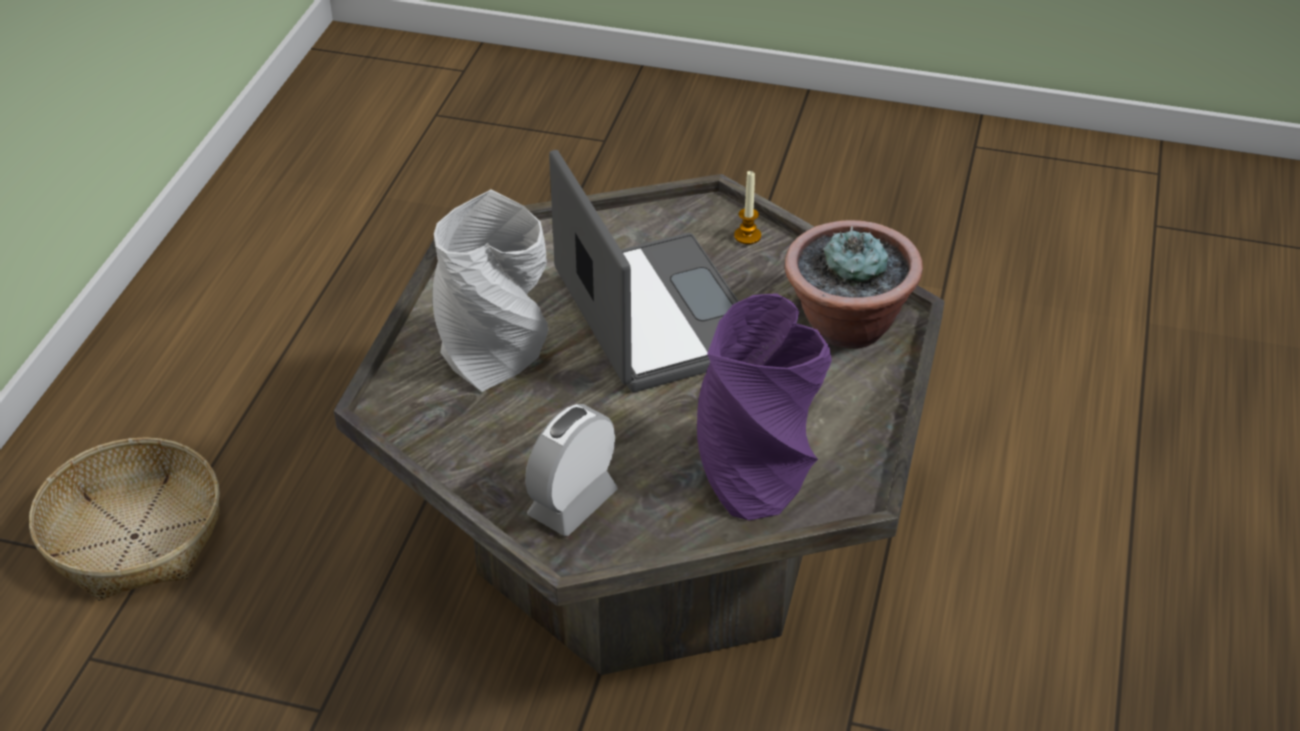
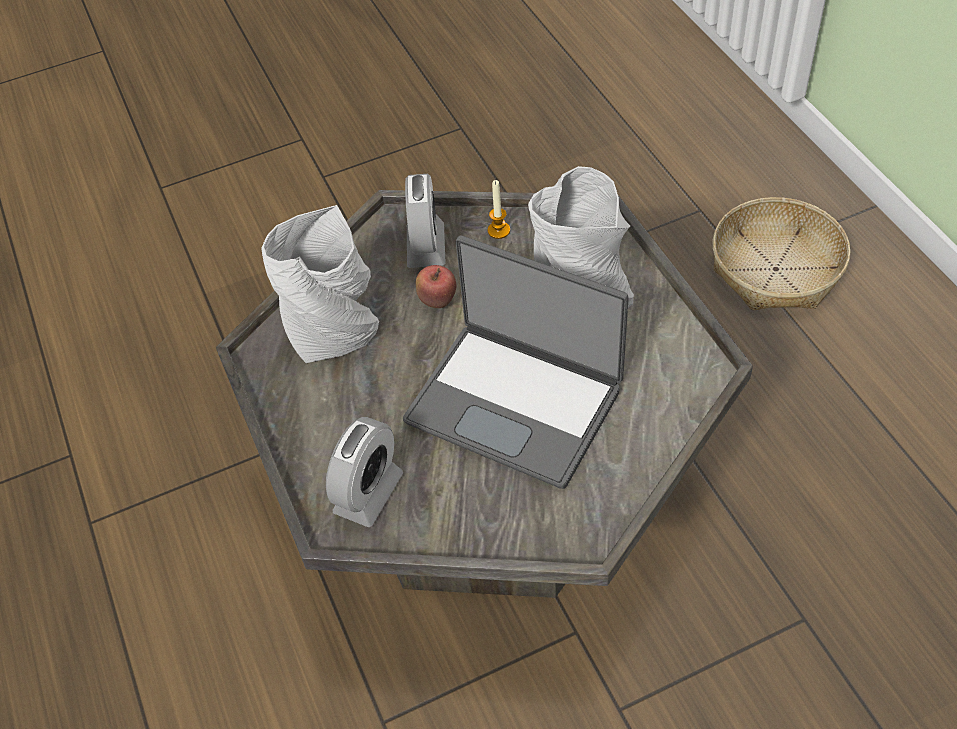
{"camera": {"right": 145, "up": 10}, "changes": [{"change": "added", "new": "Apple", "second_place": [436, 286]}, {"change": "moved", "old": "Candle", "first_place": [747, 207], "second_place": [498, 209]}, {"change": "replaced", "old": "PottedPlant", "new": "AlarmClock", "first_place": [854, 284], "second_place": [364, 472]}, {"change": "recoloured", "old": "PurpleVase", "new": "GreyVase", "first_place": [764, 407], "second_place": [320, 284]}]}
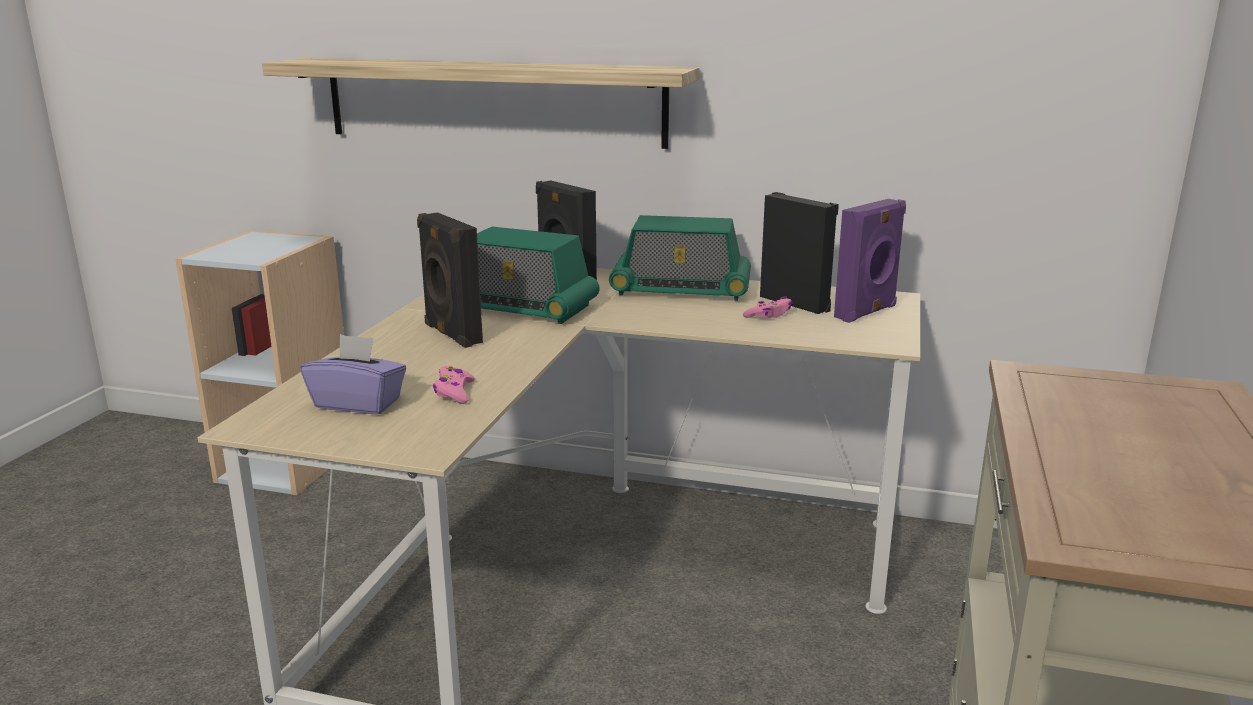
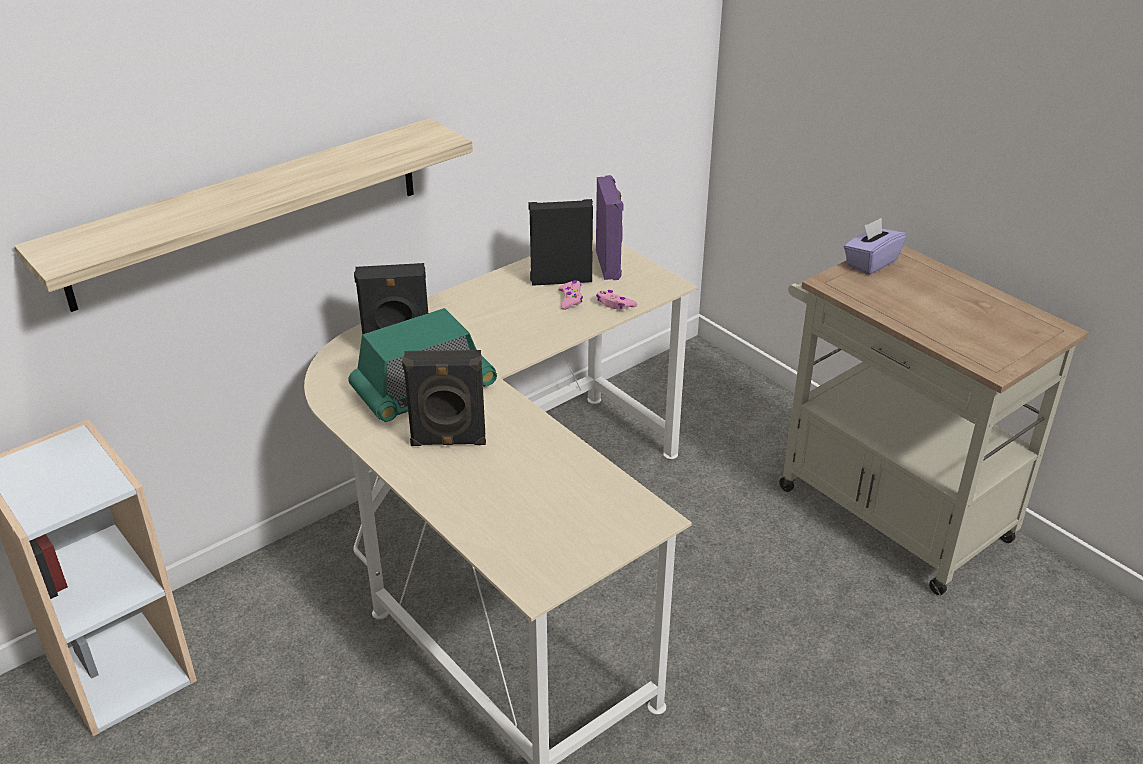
{"camera": {"right": -55, "up": 15}, "changes": [{"change": "removed", "old": "Radio", "first_place": [680, 258]}, {"change": "moved", "old": "PurpleTissueBox", "first_place": [353, 374], "second_place": [875, 246]}, {"change": "moved", "old": "PinkGameController", "first_place": [454, 385], "second_place": [616, 299]}]}
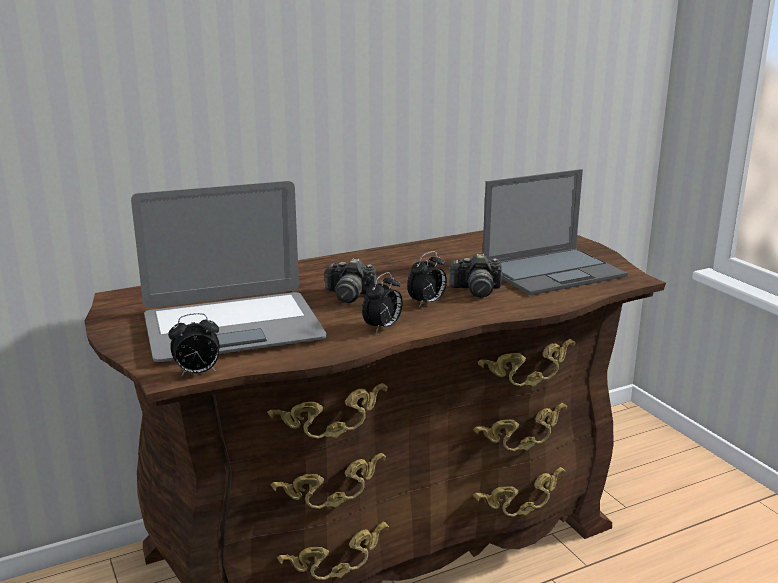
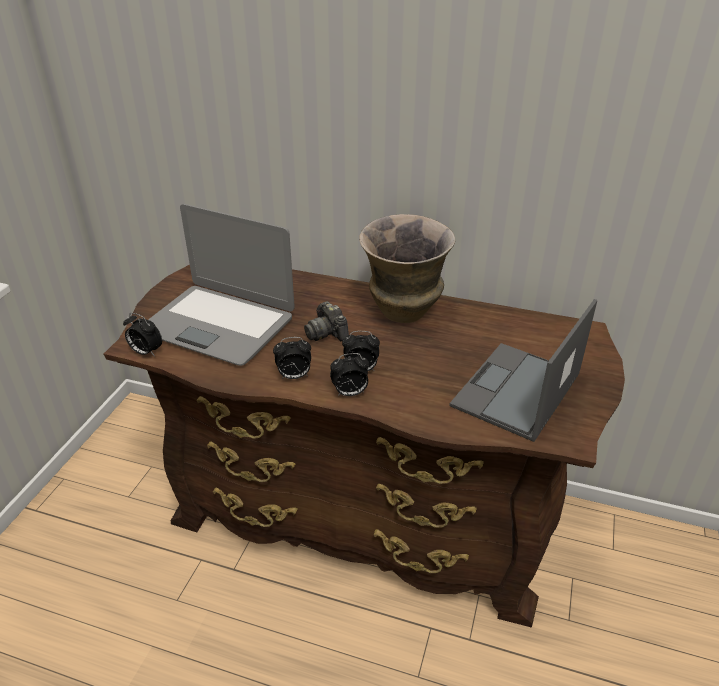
{"camera": {"right": 45, "up": 15}, "changes": [{"change": "removed", "old": "PhotoCamera", "first_place": [475, 275]}, {"change": "added", "new": "AlarmClock", "second_place": [349, 374]}, {"change": "added", "new": "Vase", "second_place": [407, 268]}, {"change": "turned", "old": "Laptop", "first_place": [555, 232], "second_place": [523, 370], "degrees": 105}]}
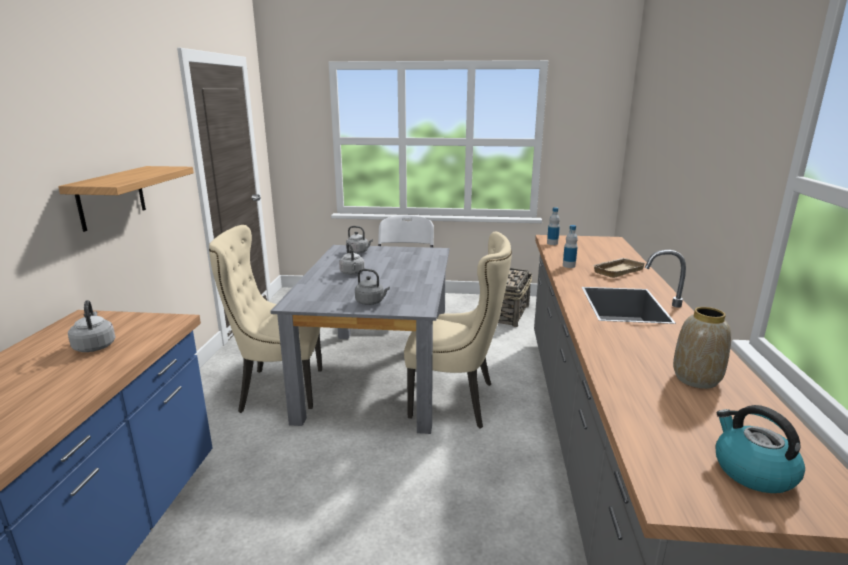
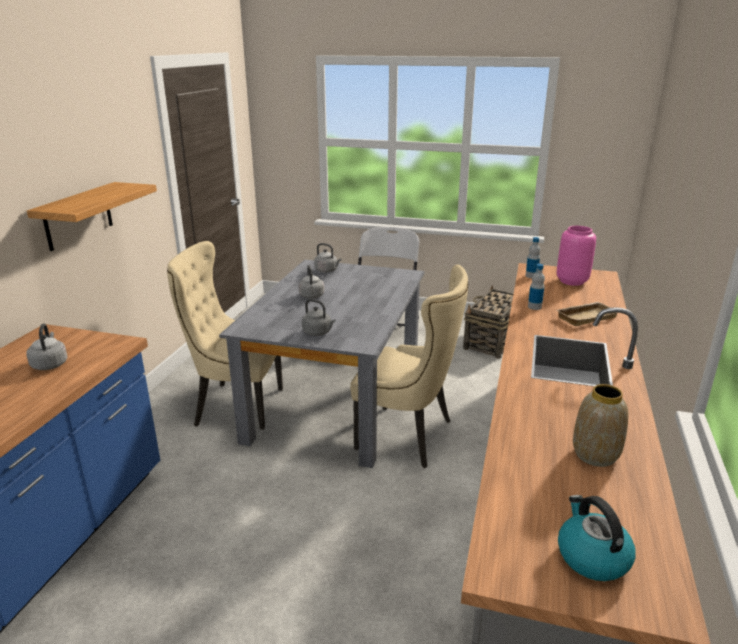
{"camera": {"right": 10, "up": 5}, "changes": [{"change": "added", "new": "PinkVase", "second_place": [576, 256]}]}
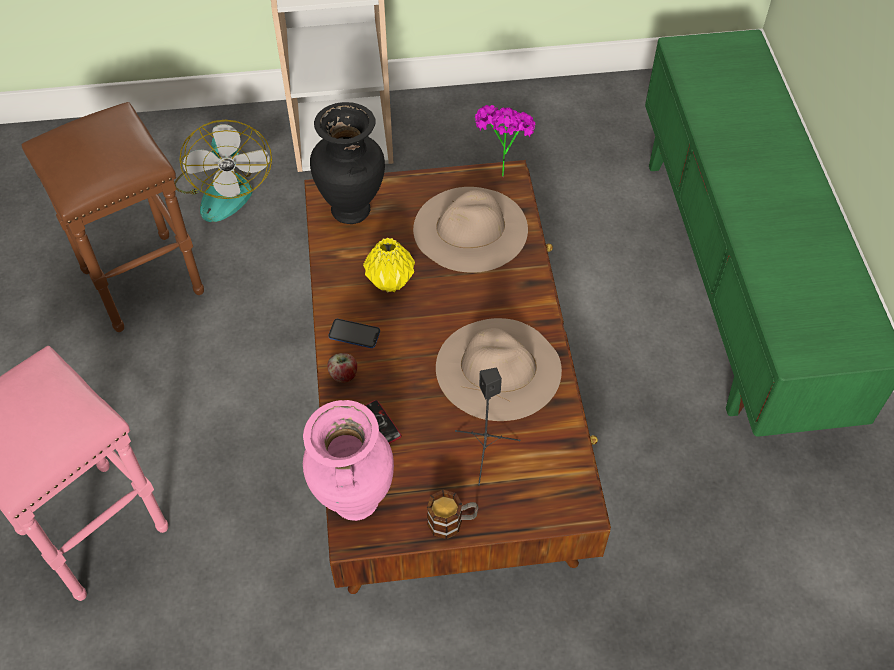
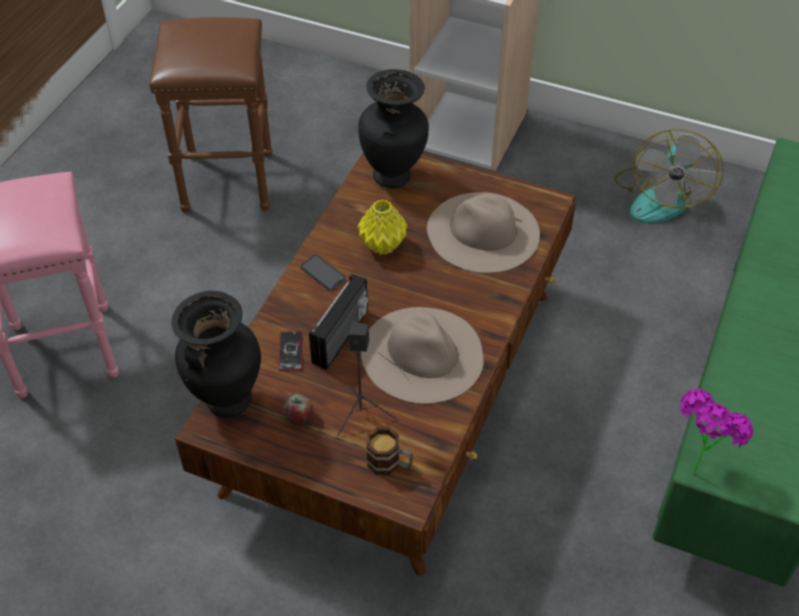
{"camera": {"right": 30, "up": -5}, "changes": [{"change": "added", "new": "Radio", "second_place": [338, 322]}, {"change": "moved", "old": "Fan", "first_place": [223, 171], "second_place": [669, 176]}, {"change": "moved", "old": "Apple", "first_place": [342, 368], "second_place": [298, 409]}, {"change": "moved", "old": "Mug", "first_place": [452, 514], "second_place": [389, 451]}, {"change": "moved", "old": "PottedPlant", "first_place": [505, 141], "second_place": [716, 431]}, {"change": "recoloured", "old": "PinkVase", "new": "BlackVase", "first_place": [348, 460], "second_place": [216, 354]}]}
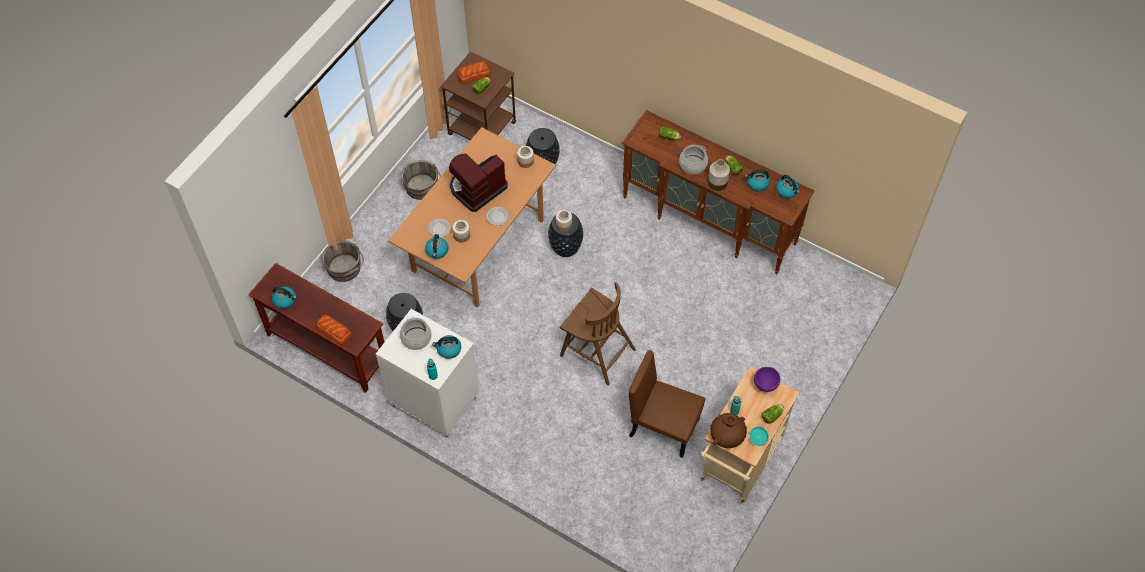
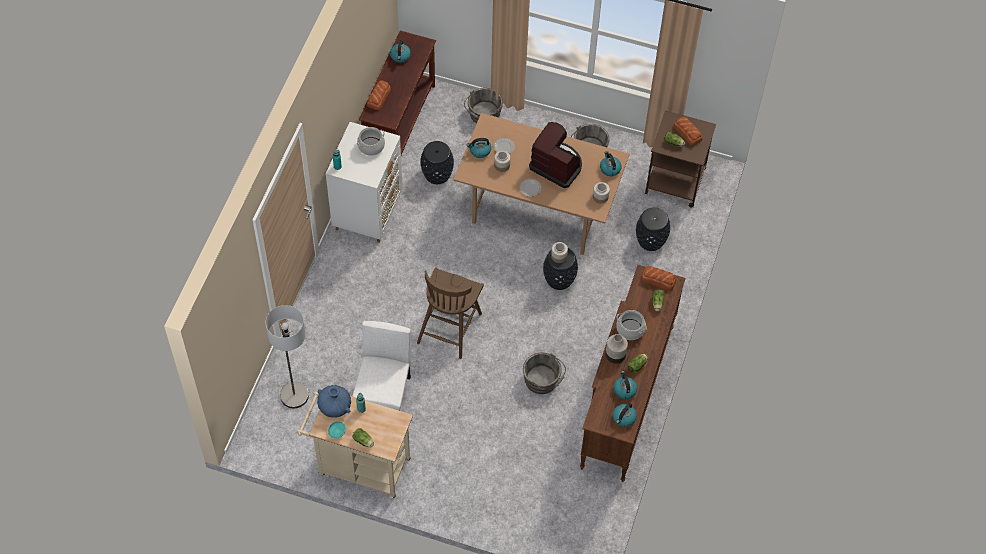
{"camera": {"right": 75, "up": 0}, "changes": [{"change": "removed", "old": "PurpleBowl", "first_place": [767, 379]}, {"change": "added", "new": "GreyFloorLamp", "second_place": [287, 356]}, {"change": "added", "new": "GreyBucket", "second_place": [544, 373]}, {"change": "added", "new": "Bread", "second_place": [658, 278]}, {"change": "moved", "old": "Kettle", "first_place": [446, 347], "second_place": [611, 163]}, {"change": "recoloured", "old": "BrownChair", "new": "WhiteChair", "first_place": [667, 404], "second_place": [382, 366]}, {"change": "recoloured", "old": "BrownVase", "new": "BlueVase", "first_place": [728, 430], "second_place": [334, 401]}]}
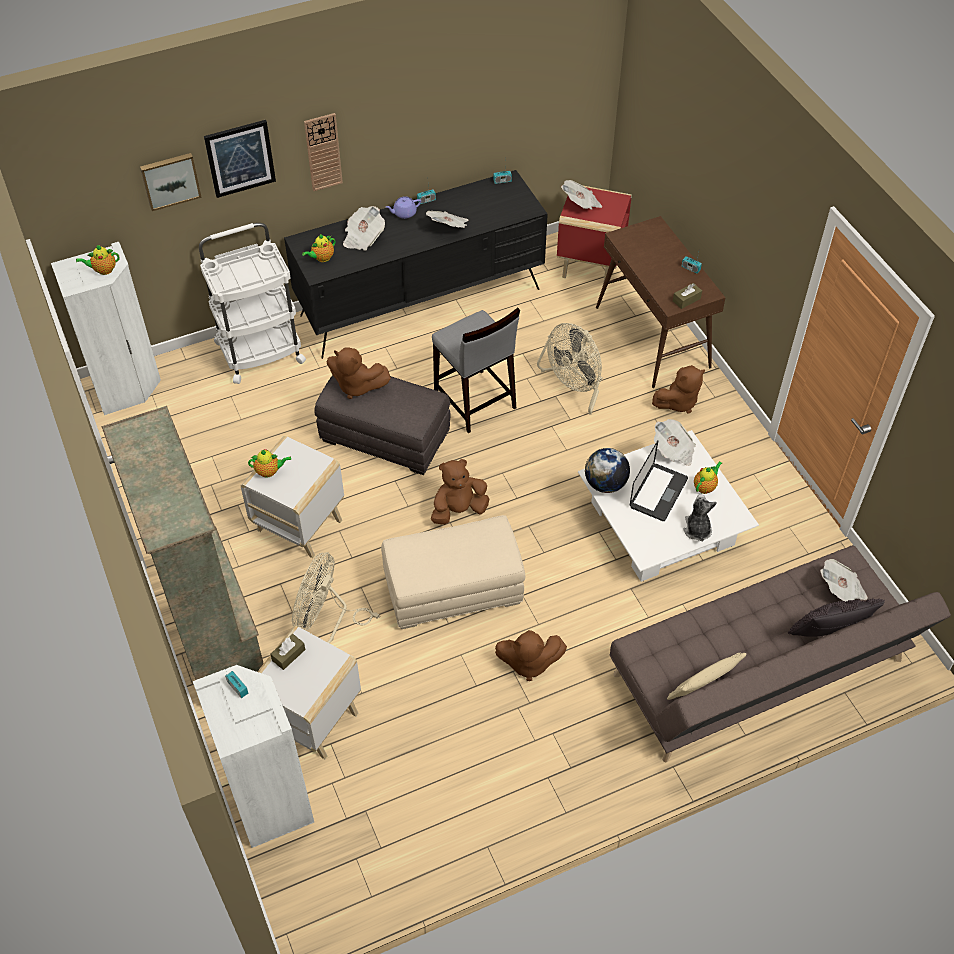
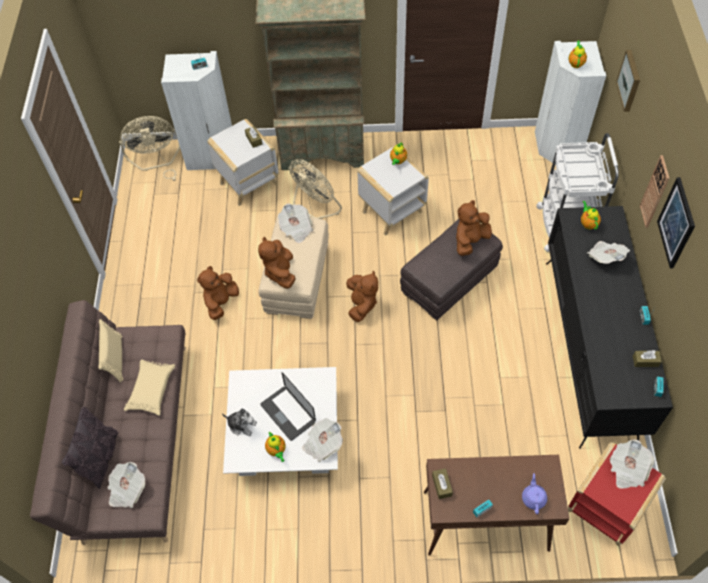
{"camera": {"right": 115, "up": 5}, "changes": [{"change": "removed", "old": "GreyStool", "first_place": [476, 370]}, {"change": "removed", "old": "Globe", "first_place": [607, 470]}, {"change": "added", "new": "BeigePillow", "second_place": [149, 388]}, {"change": "added", "new": "BrownTissueBox", "second_place": [647, 358]}, {"change": "moved", "old": "Picture", "first_place": [240, 159], "second_place": [676, 222]}, {"change": "moved", "old": "PurpleTeapot", "first_place": [403, 207], "second_place": [534, 493]}, {"change": "moved", "old": "Newspaper", "first_place": [447, 219], "second_place": [295, 223]}, {"change": "moved", "old": "BeigeFan", "first_place": [570, 369], "second_place": [149, 148]}, {"change": "moved", "old": "BrownPlushToy", "first_place": [678, 389], "second_place": [277, 263]}]}
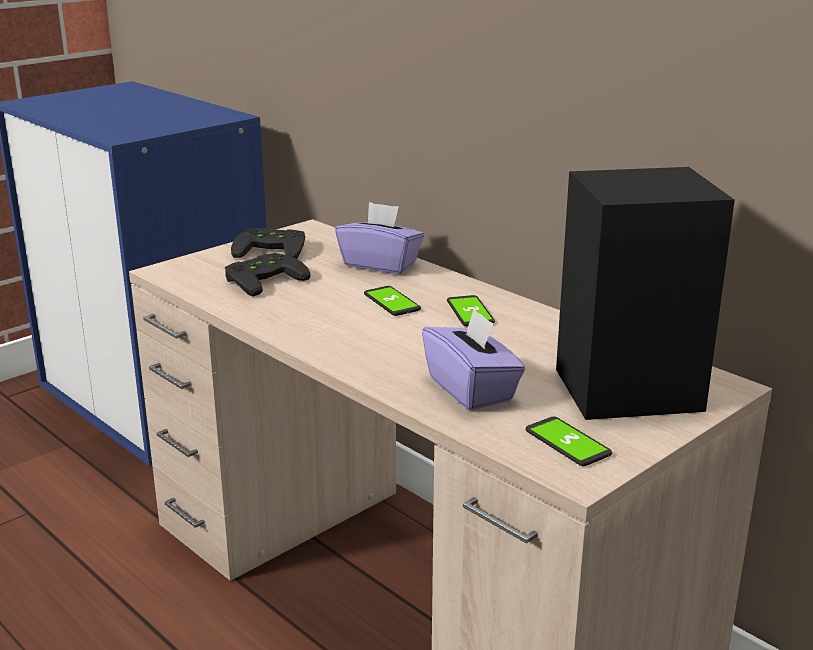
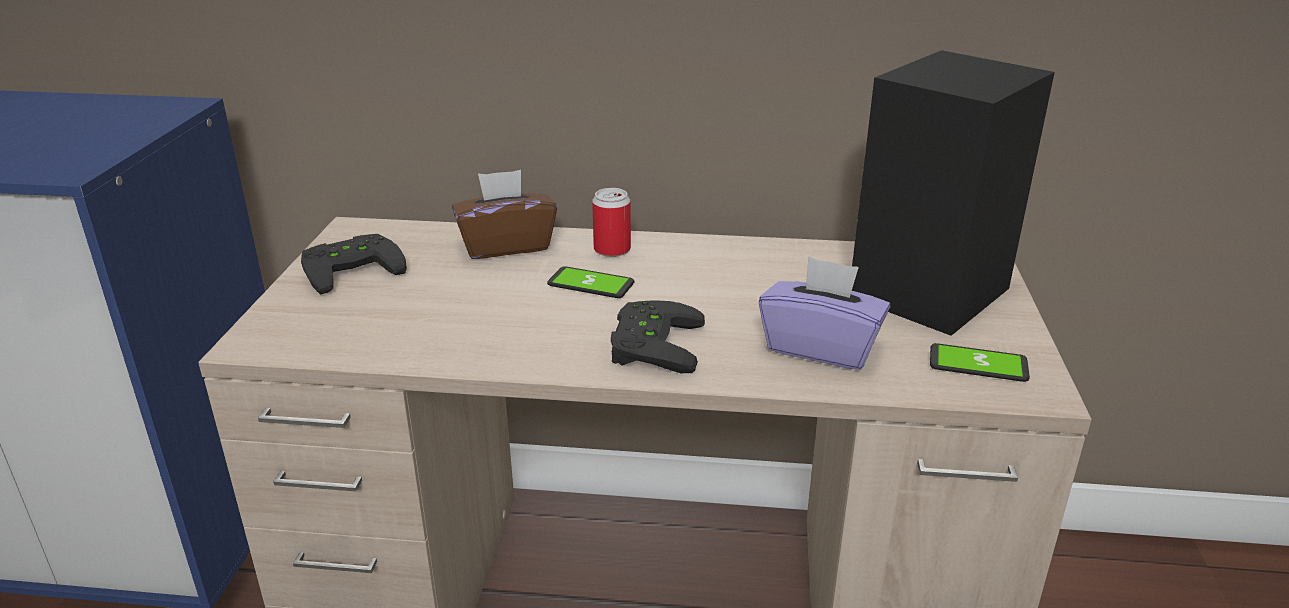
{"camera": {"right": -40, "up": 5}, "changes": [{"change": "removed", "old": "Phone", "first_place": [471, 310]}, {"change": "added", "new": "Can", "second_place": [611, 222]}, {"change": "moved", "old": "BlackGameController", "first_place": [268, 275], "second_place": [658, 336]}, {"change": "recoloured", "old": "PurpleTissueBox", "new": "BrownTissueBox", "first_place": [379, 238], "second_place": [504, 214]}]}
